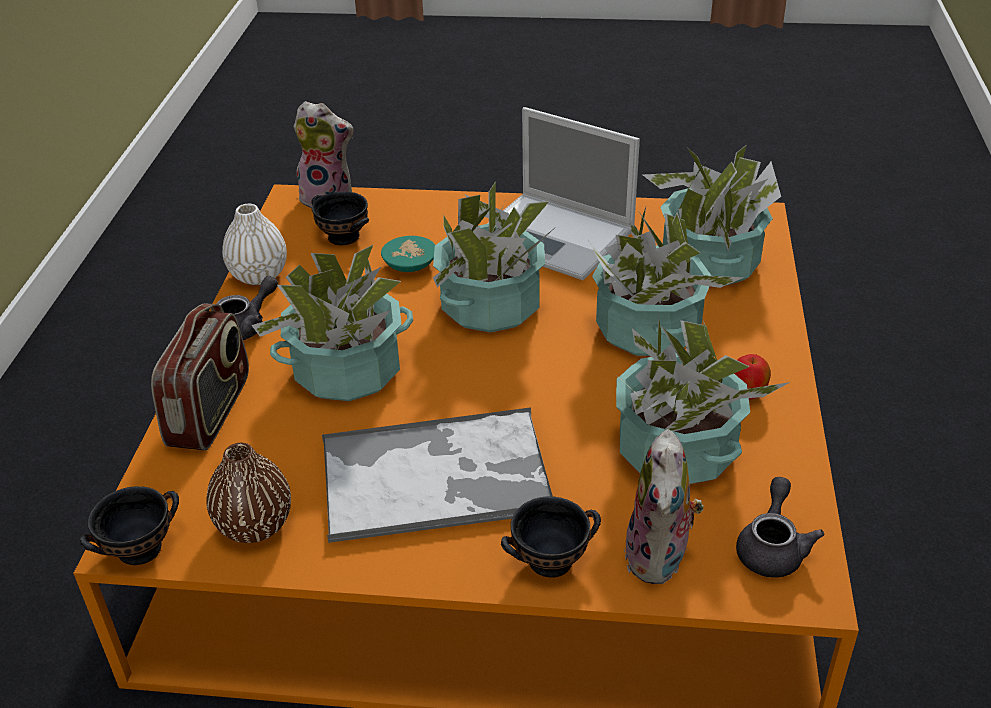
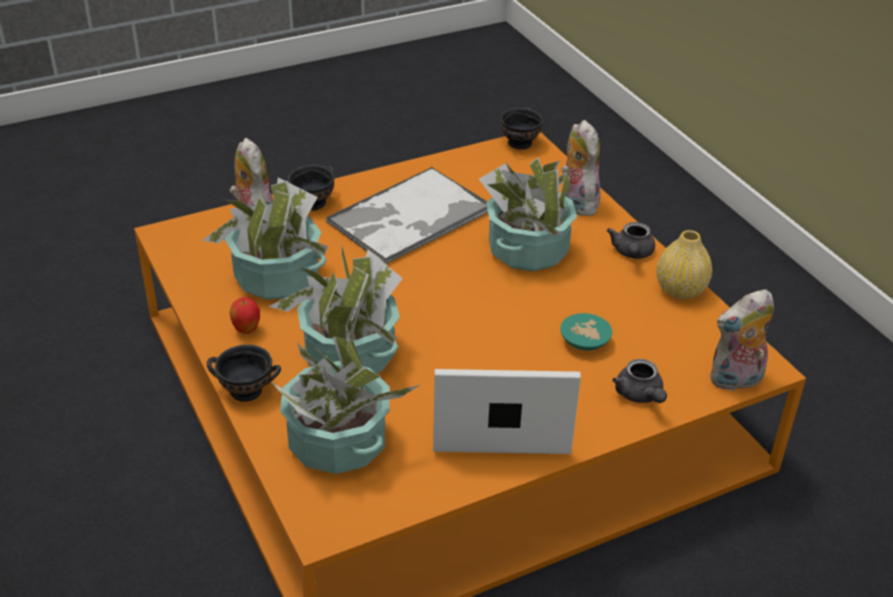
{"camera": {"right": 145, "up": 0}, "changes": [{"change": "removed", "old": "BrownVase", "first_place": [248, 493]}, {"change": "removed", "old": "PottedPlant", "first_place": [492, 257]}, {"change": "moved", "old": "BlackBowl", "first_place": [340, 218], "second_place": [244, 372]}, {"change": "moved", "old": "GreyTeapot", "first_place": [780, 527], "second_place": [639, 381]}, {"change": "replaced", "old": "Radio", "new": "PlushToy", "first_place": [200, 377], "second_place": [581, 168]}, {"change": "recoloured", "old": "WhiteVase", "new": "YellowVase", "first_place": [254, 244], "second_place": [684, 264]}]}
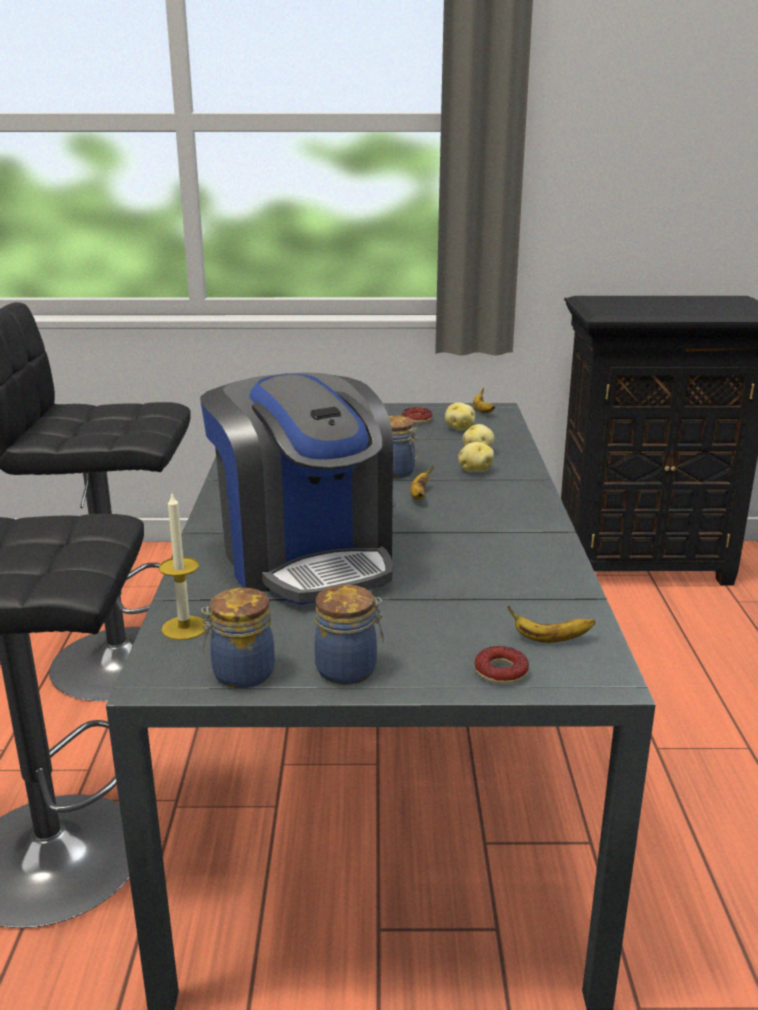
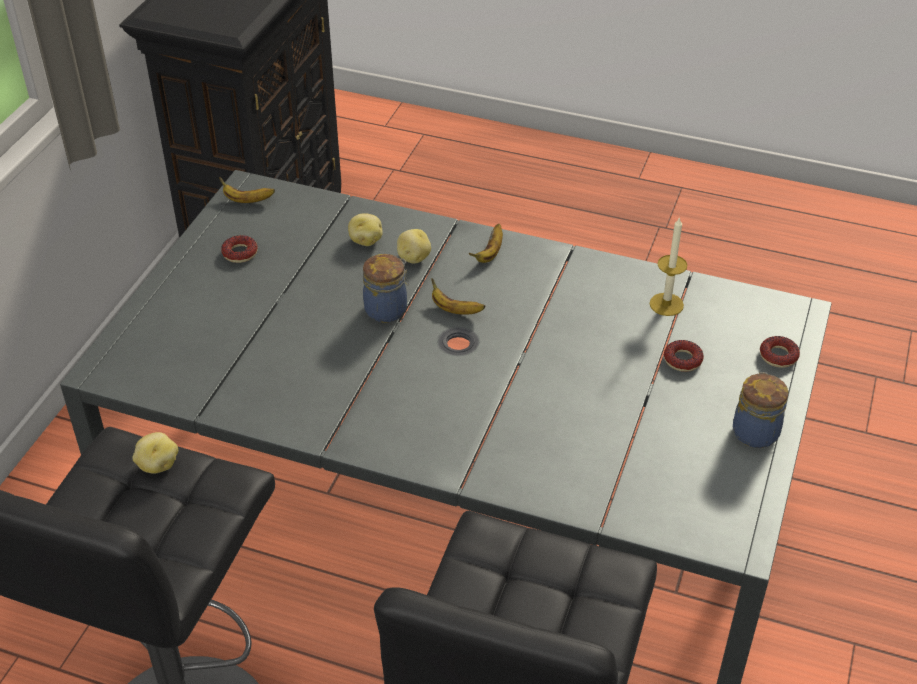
{"camera": {"right": -70, "up": 20}, "changes": [{"change": "removed", "old": "CoffeeMachine", "first_place": [296, 489]}, {"change": "removed", "old": "Jar", "first_place": [238, 638]}, {"change": "added", "new": "Donut", "second_place": [684, 356]}, {"change": "moved", "old": "Candle", "first_place": [183, 567], "second_place": [668, 266]}, {"change": "moved", "old": "Potato", "first_place": [460, 417], "second_place": [155, 453]}, {"change": "moved", "old": "Banana", "first_place": [551, 624], "second_place": [486, 243]}]}
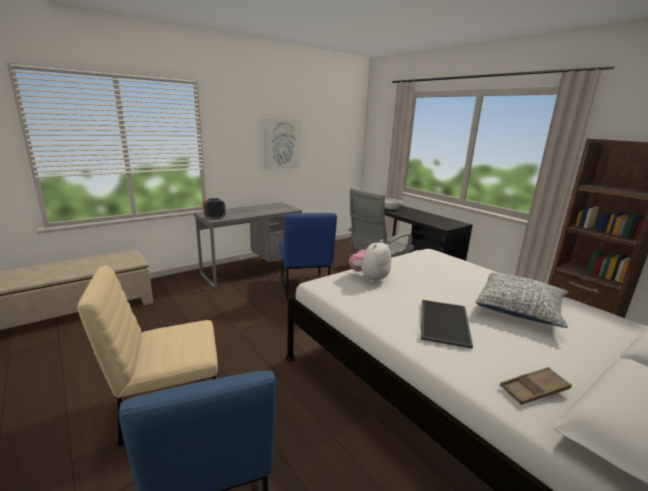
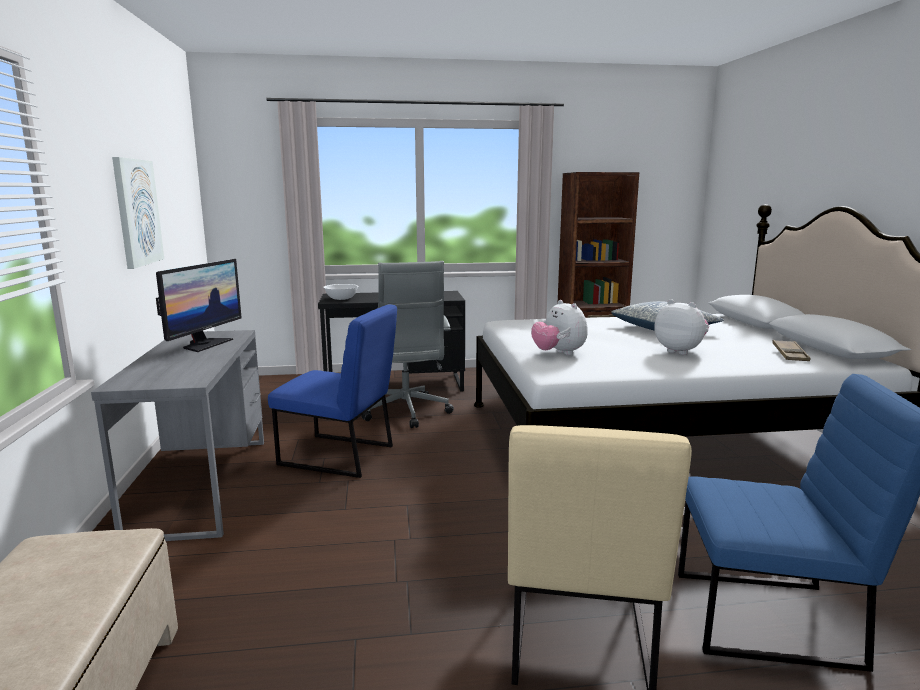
{"camera": {"right": -60, "up": -5}, "changes": [{"change": "removed", "old": "AlarmClock", "first_place": [214, 209]}, {"change": "added", "new": "Monitor", "second_place": [199, 305]}, {"change": "replaced", "old": "Tray", "new": "PlushToy", "first_place": [447, 324], "second_place": [681, 327]}]}
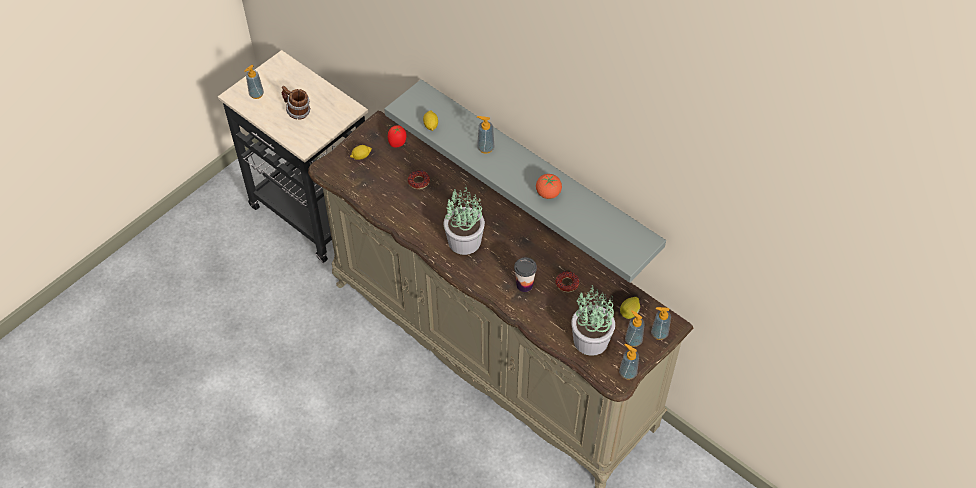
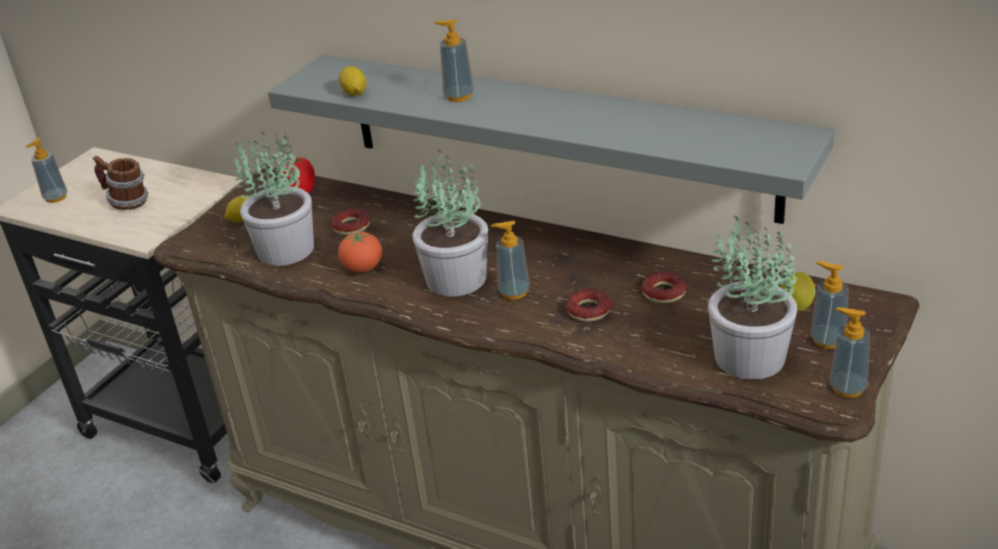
{"camera": {"right": -10, "up": -20}, "changes": [{"change": "added", "new": "PottedPlant", "second_place": [273, 198]}, {"change": "moved", "old": "Tomato", "first_place": [549, 186], "second_place": [360, 251]}, {"change": "moved", "old": "SoapDispenser", "first_place": [661, 323], "second_place": [510, 260]}, {"change": "replaced", "old": "Cup", "new": "Donut", "first_place": [525, 274], "second_place": [588, 305]}]}
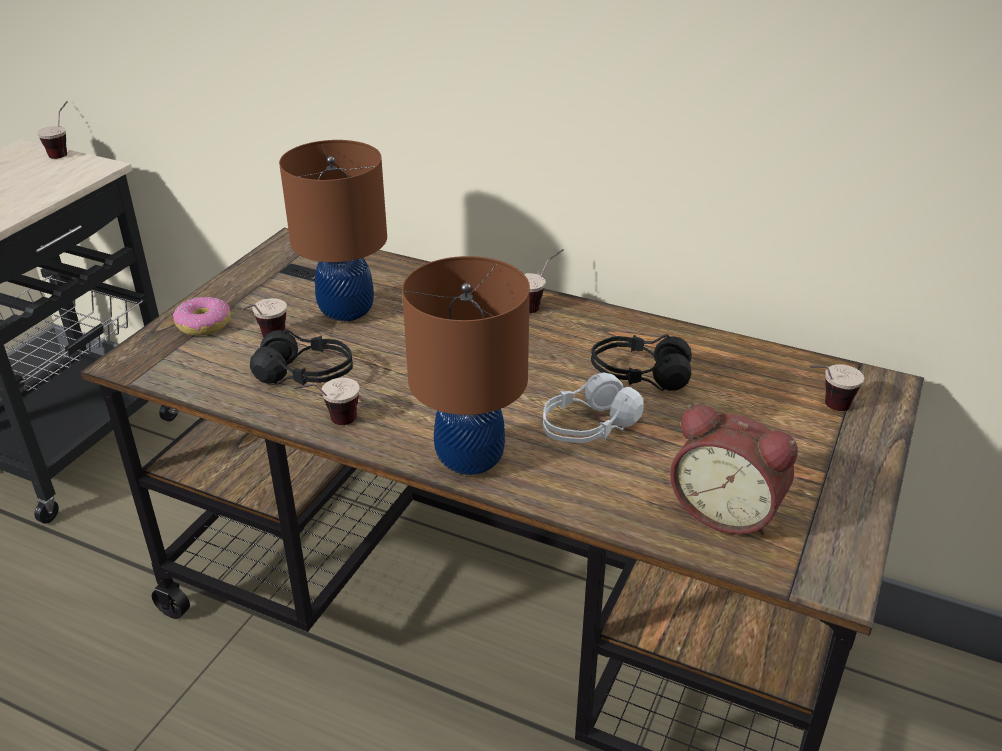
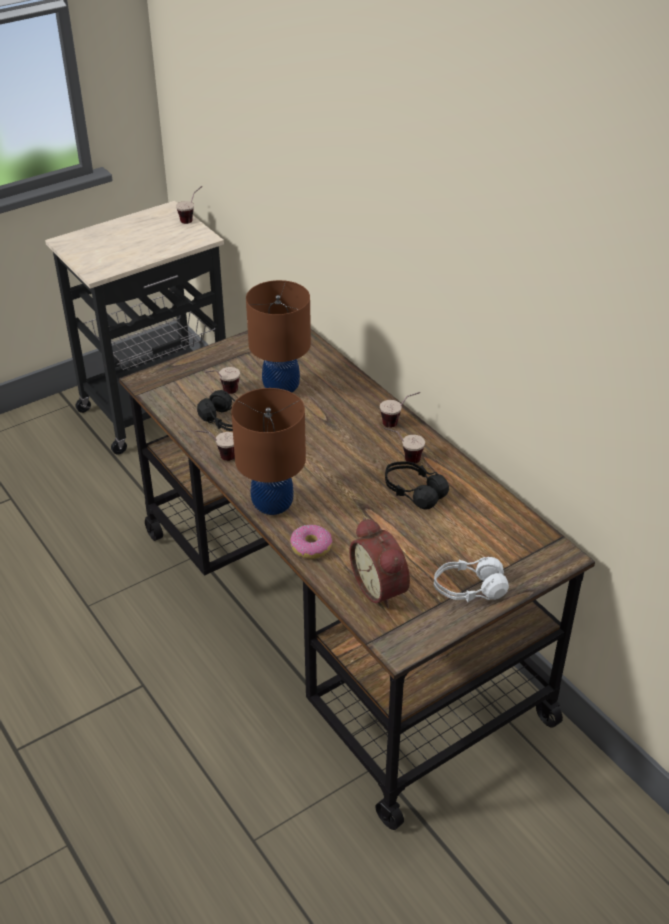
{"camera": {"right": 30, "up": 5}, "changes": [{"change": "moved", "old": "Donut", "first_place": [202, 316], "second_place": [311, 542]}, {"change": "moved", "old": "WhiteHeadphones", "first_place": [593, 408], "second_place": [471, 579]}, {"change": "moved", "old": "Cup", "first_place": [836, 387], "second_place": [404, 445]}]}
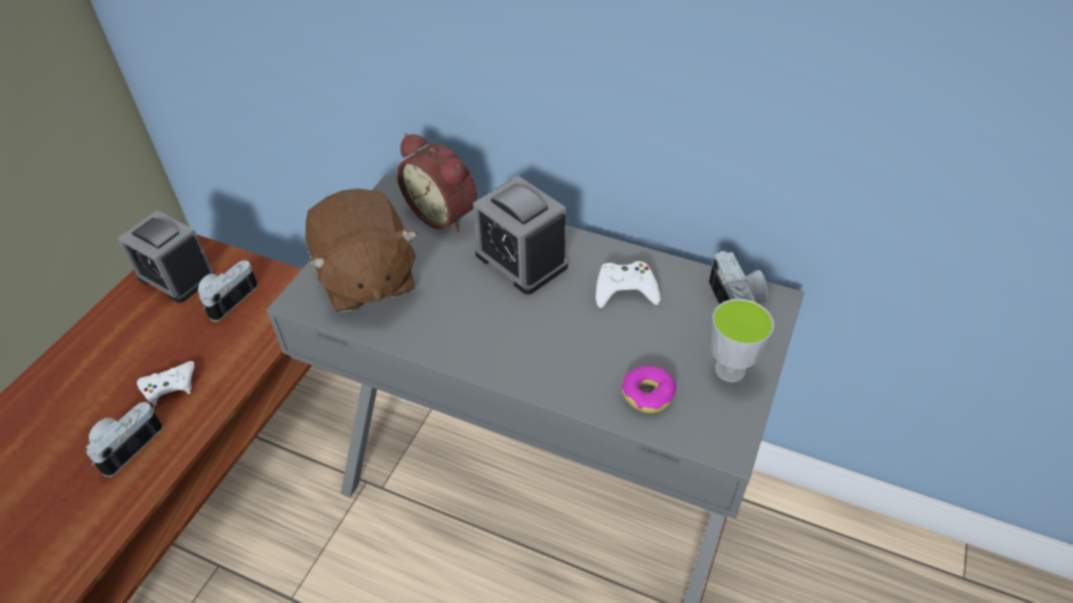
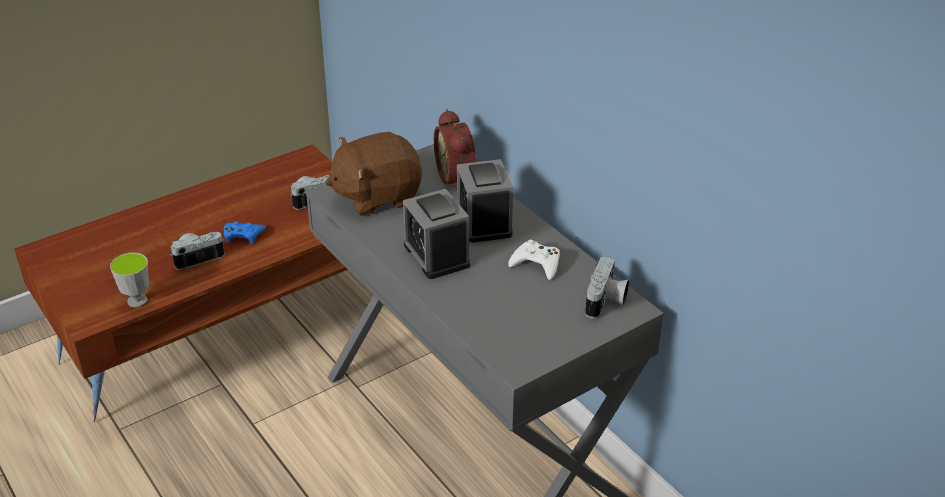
{"camera": {"right": 30, "up": -10}, "changes": [{"change": "removed", "old": "Donut", "first_place": [649, 389]}, {"change": "moved", "old": "AlarmClock", "first_place": [166, 256], "second_place": [436, 234]}, {"change": "moved", "old": "Cup", "first_place": [742, 340], "second_place": [129, 280]}, {"change": "recoloured", "old": "WhiteGameController", "new": "BlueGameController", "first_place": [166, 383], "second_place": [245, 232]}, {"change": "turned", "old": "BrownPlushToy", "first_place": [361, 250], "second_place": [373, 174], "degrees": 60}]}
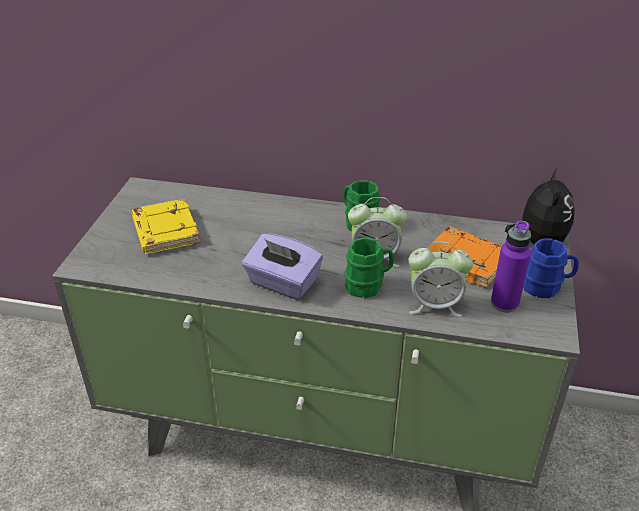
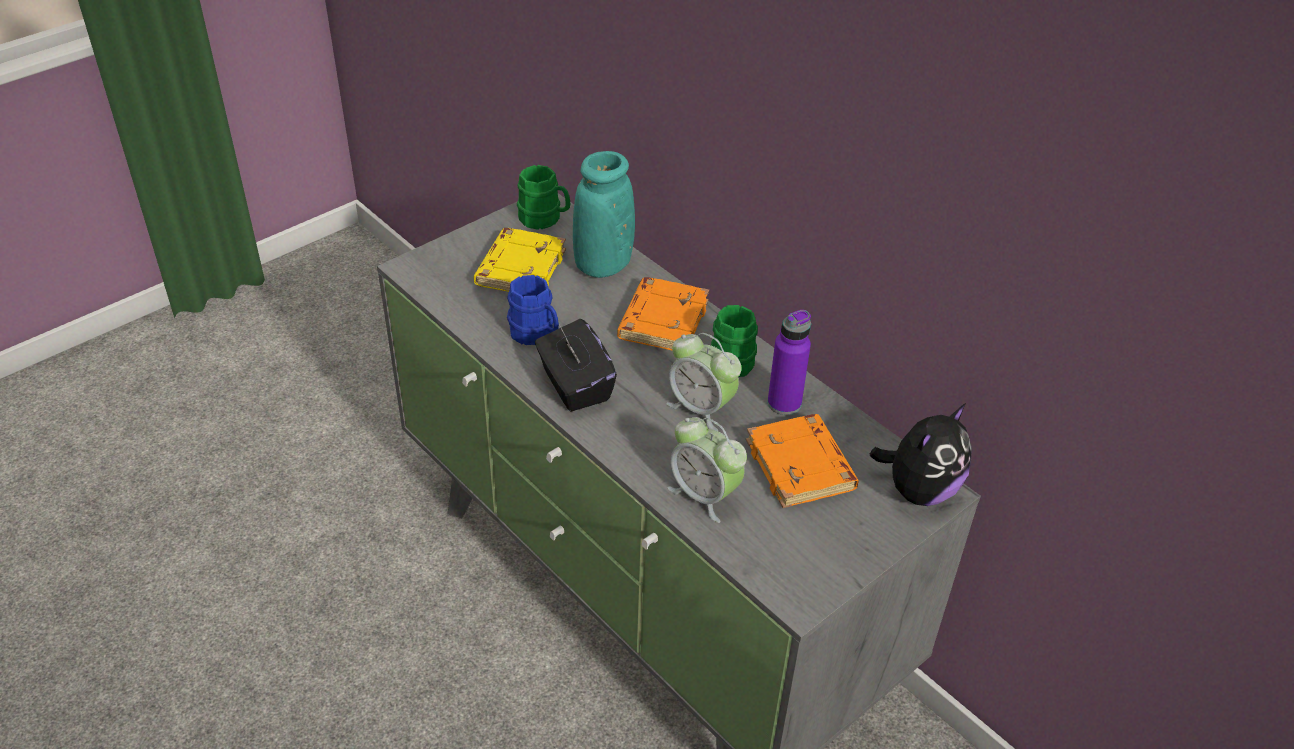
{"camera": {"right": 35, "up": 5}, "changes": [{"change": "added", "new": "TurquoiseVase", "second_place": [604, 214]}, {"change": "added", "new": "OrangeBook", "second_place": [663, 314]}, {"change": "moved", "old": "GreenMug", "first_place": [369, 268], "second_place": [544, 197]}, {"change": "moved", "old": "PurpleBottle", "first_place": [511, 266], "second_place": [789, 362]}, {"change": "moved", "old": "BlueMug", "first_place": [551, 268], "second_place": [533, 310]}, {"change": "recoloured", "old": "PurpleTissueBox", "new": "BlackTissueBox", "first_place": [282, 267], "second_place": [576, 365]}]}
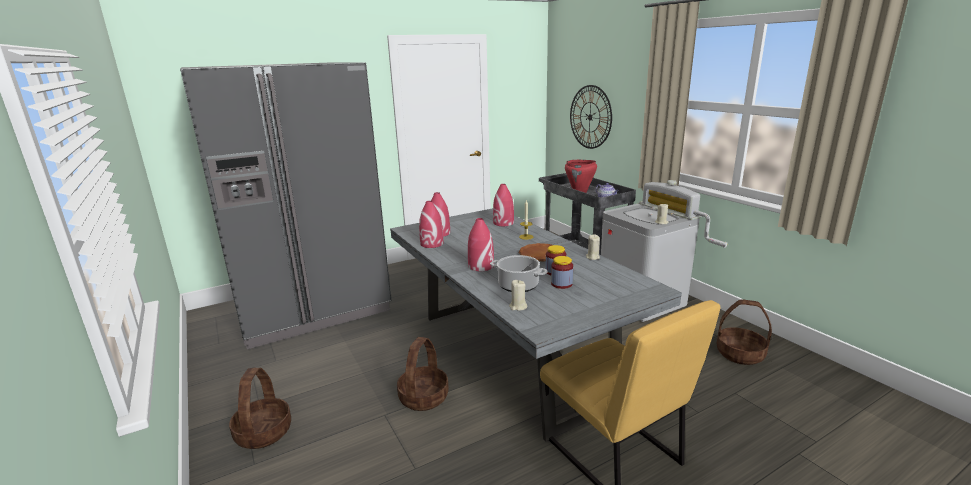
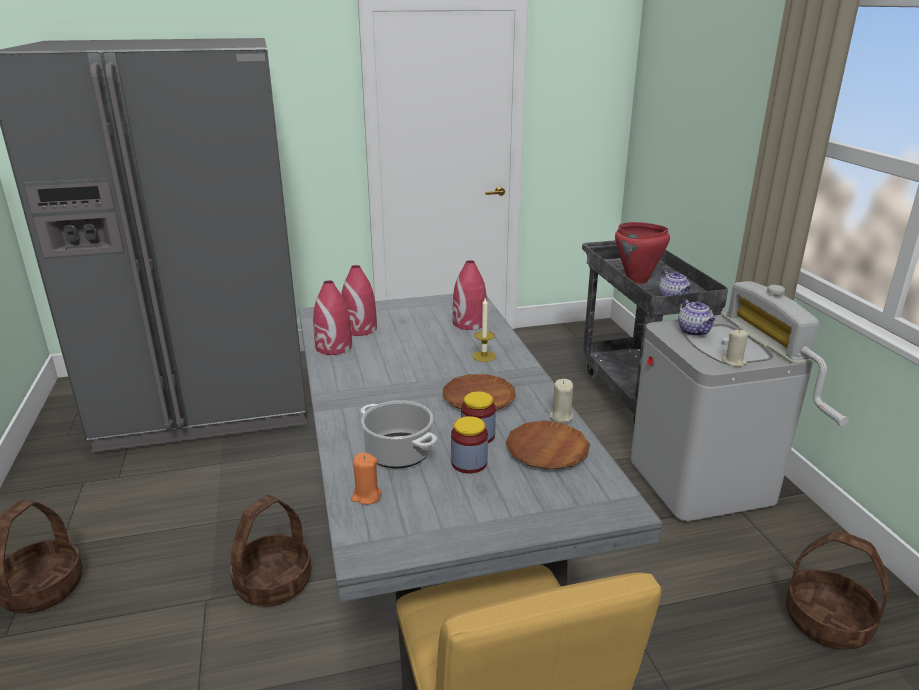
{"camera": {"right": 15, "up": 5}, "changes": [{"change": "removed", "old": "RedVase", "first_place": [481, 244]}, {"change": "removed", "old": "WallClock", "first_place": [591, 117]}, {"change": "added", "new": "BrownPlate", "second_place": [548, 445]}, {"change": "added", "new": "Teapot", "second_place": [696, 317]}, {"change": "recoloured", "old": "BeigeCandle", "new": "OrangeCandle", "first_place": [518, 295], "second_place": [366, 479]}]}
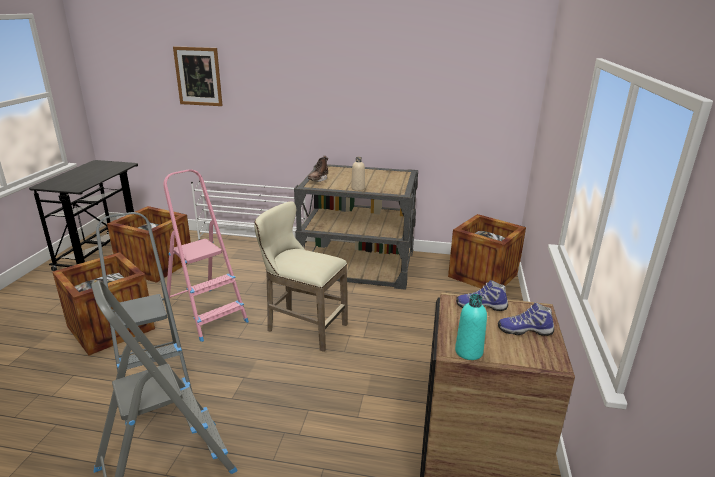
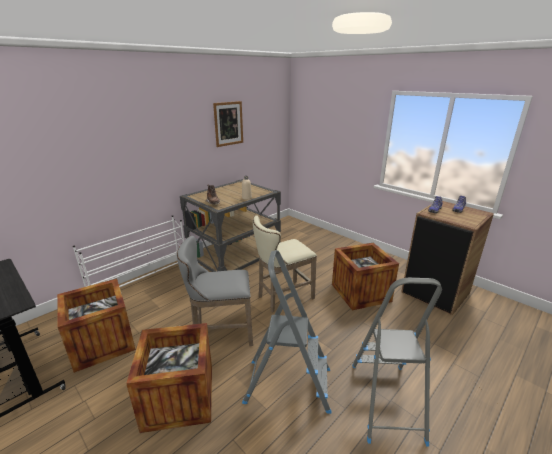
{"camera": {"right": -55, "up": 0}, "changes": [{"change": "removed", "old": "TurquoiseBottle", "first_place": [471, 327]}, {"change": "moved", "old": "Picture", "first_place": [198, 76], "second_place": [228, 124]}, {"change": "moved", "old": "Crate", "first_place": [487, 251], "second_place": [365, 277]}, {"change": "replaced", "old": "PinkStepLadder", "new": "GreyStool", "first_place": [206, 255], "second_place": [215, 291]}]}
